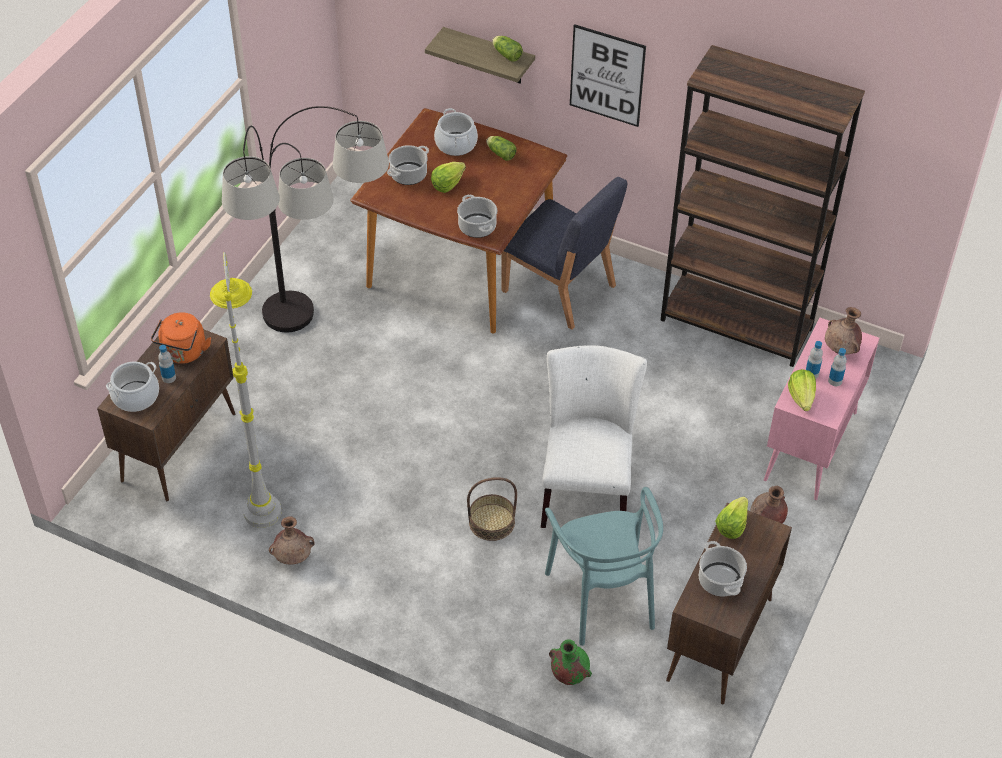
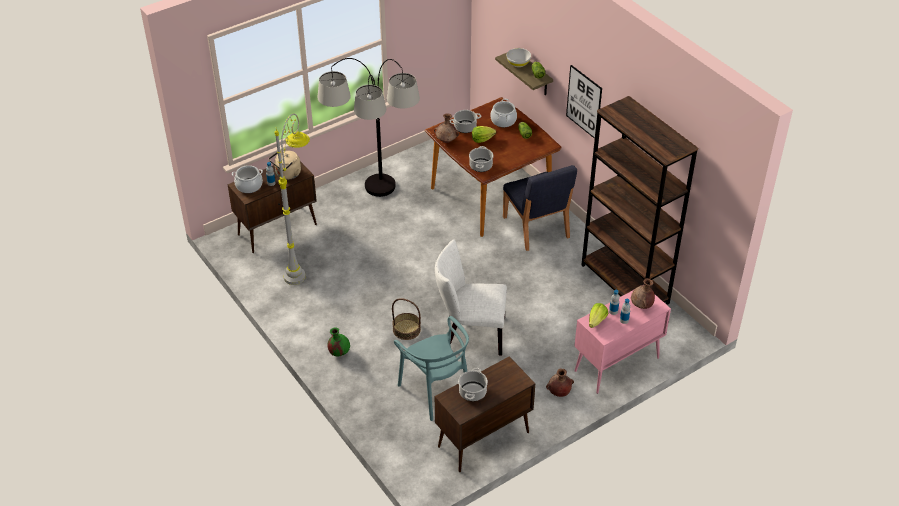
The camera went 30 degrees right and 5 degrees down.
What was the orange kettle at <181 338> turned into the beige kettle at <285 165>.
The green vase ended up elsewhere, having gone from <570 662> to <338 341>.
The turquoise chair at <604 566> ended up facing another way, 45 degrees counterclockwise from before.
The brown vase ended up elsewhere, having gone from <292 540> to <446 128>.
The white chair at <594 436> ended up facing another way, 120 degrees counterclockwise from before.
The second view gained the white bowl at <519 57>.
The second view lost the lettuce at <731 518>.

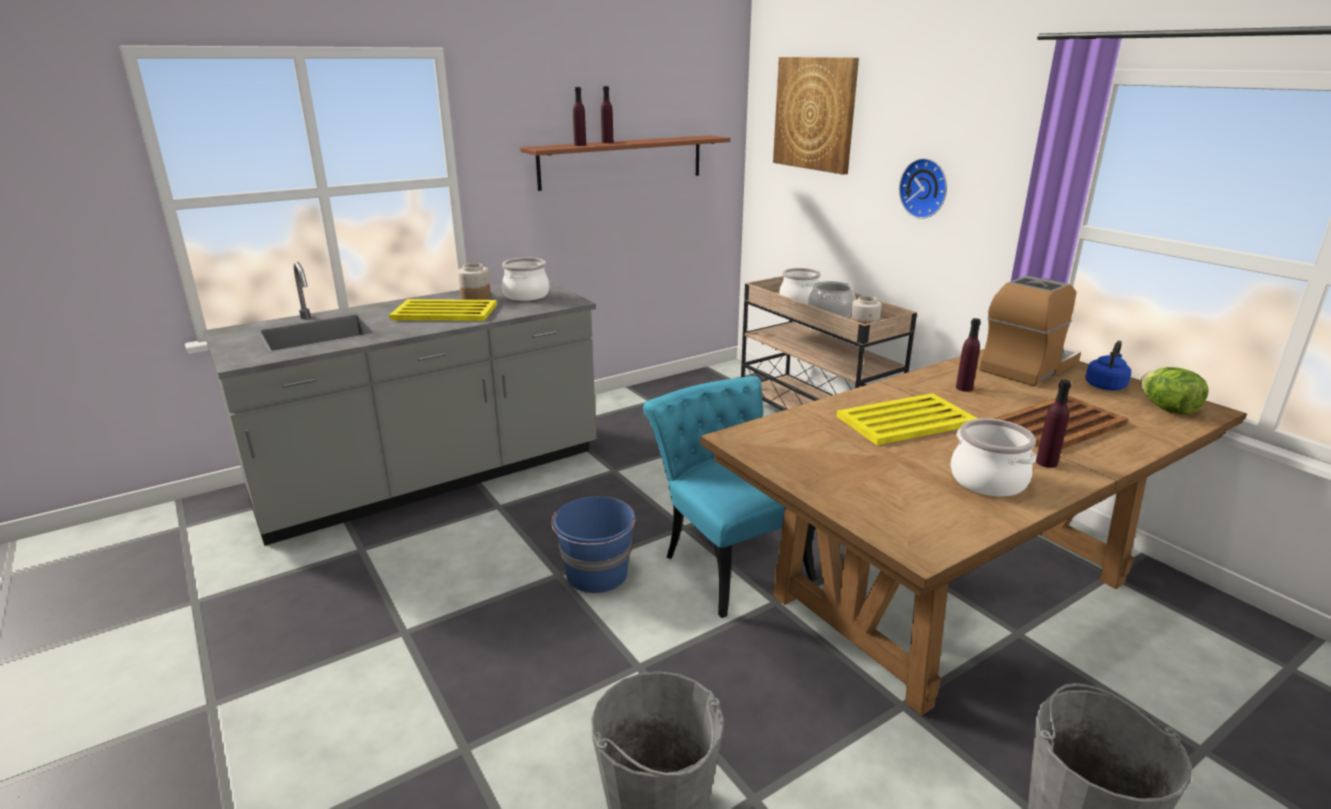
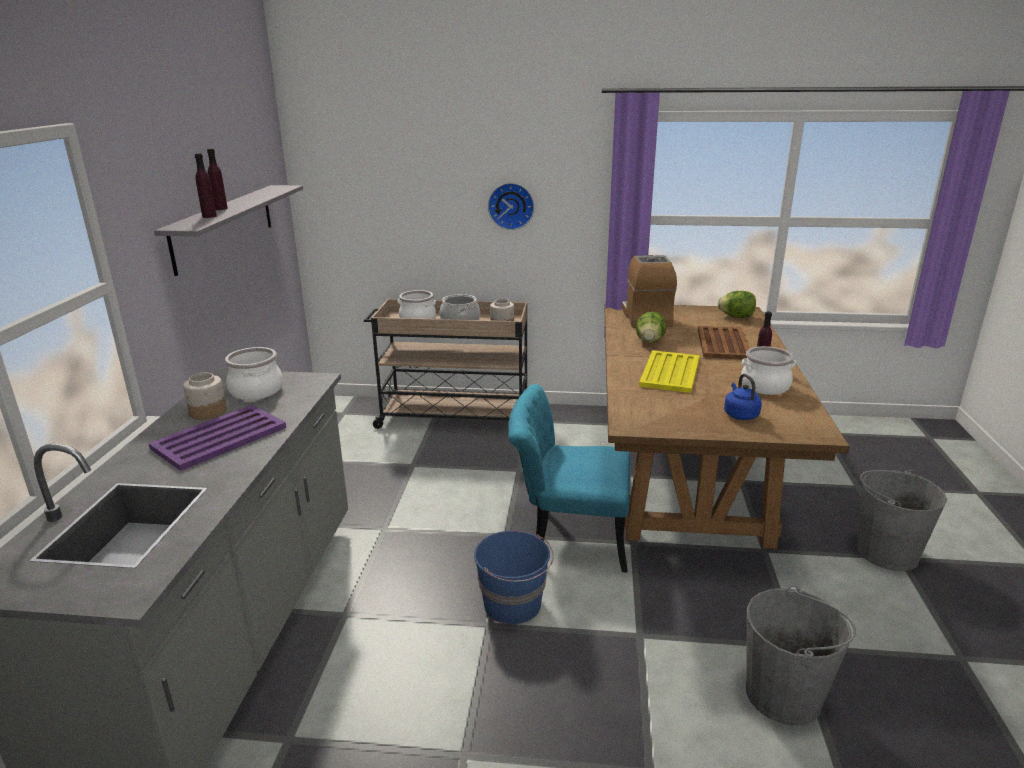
The camera went 50 degrees left and 0 degrees up.
What was the yellow tray at <443 310> turned into the purple tray at <217 438>.
What was the brown shelf at <625 163> turned into the grey shelf at <228 230>.
Where the purple bottle stood at <968 355>, the lettuce came to stand at <651 327>.
The blue kettle ended up elsewhere, having gone from <1108 365> to <743 397>.
The second view lost the picture at <816 116>.

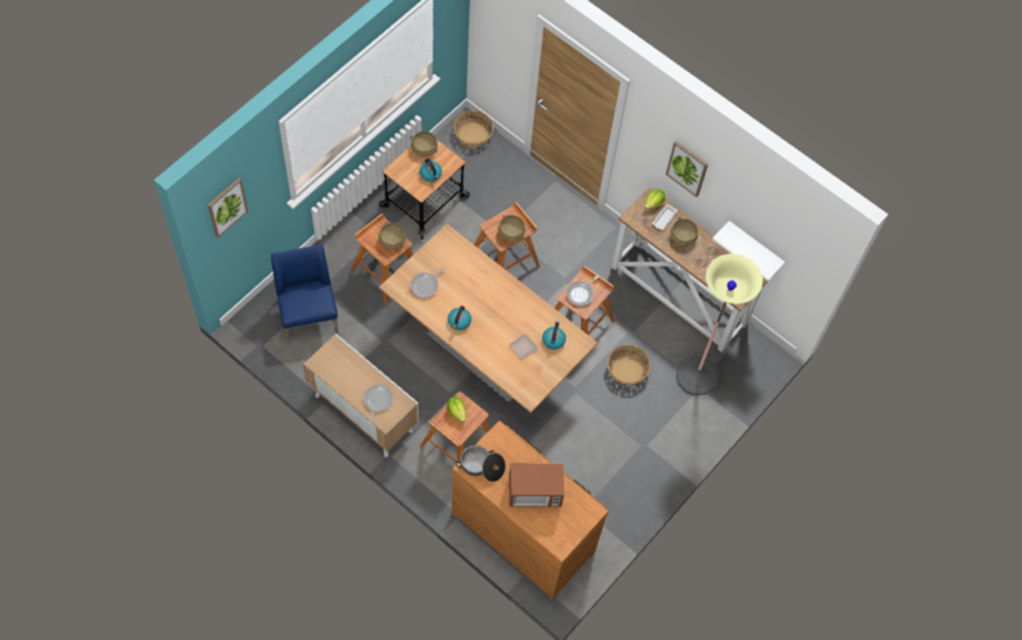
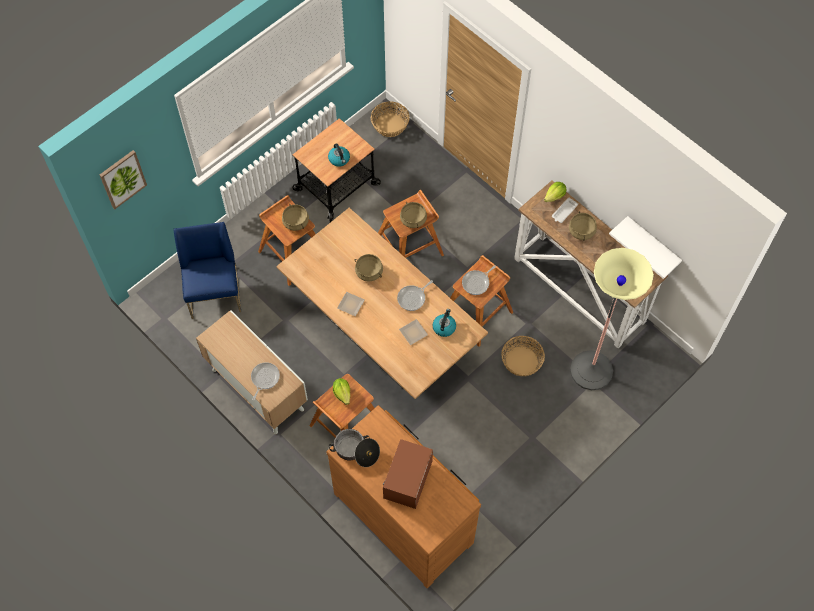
The camera went 10 degrees right and 0 degrees up.
Where the kettle stood at <459 318>, the plate came to stand at <351 304>.
The beige cooking pot ended up elsewhere, having gone from <424 144> to <369 268>.
The microwave at <536 485> ended up facing another way, 105 degrees clockwise from before.
The frying pan ended up elsewhere, having gone from <427 282> to <415 295>.
The second view lost the picture at <687 169>.

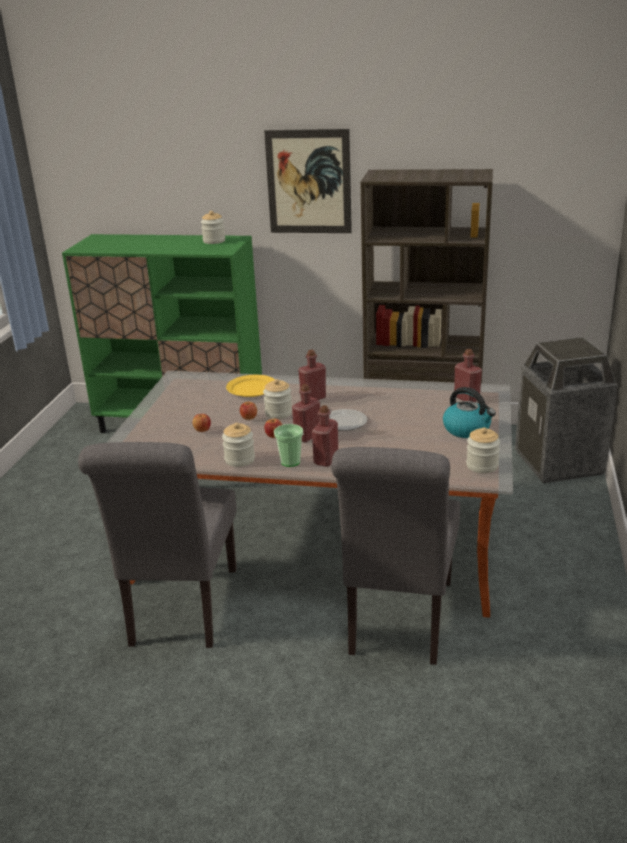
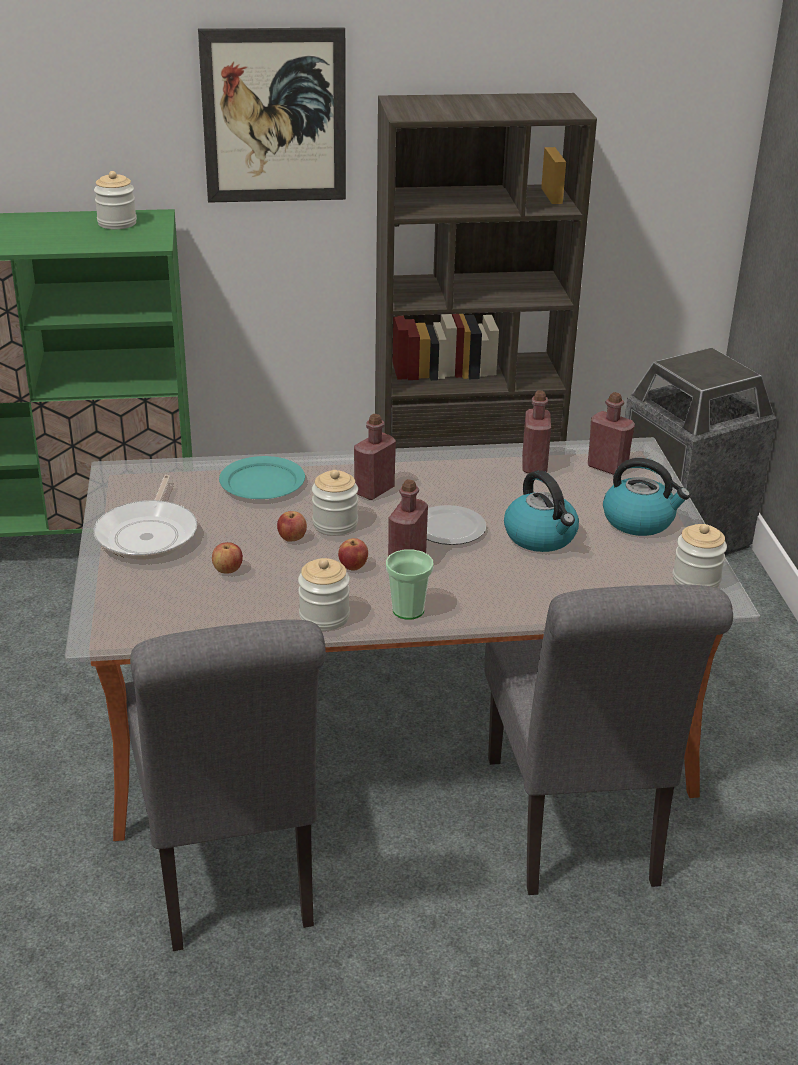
The camera went 20 degrees left and 5 degrees up.
The second view gained the frying pan at <145 517>.
What was the yellow plate at <250 386> turned into the turquoise plate at <262 477>.
The second view gained the kettle at <541 511>.
The red bottle ended up elsewhere, having gone from <325 436> to <536 432>.

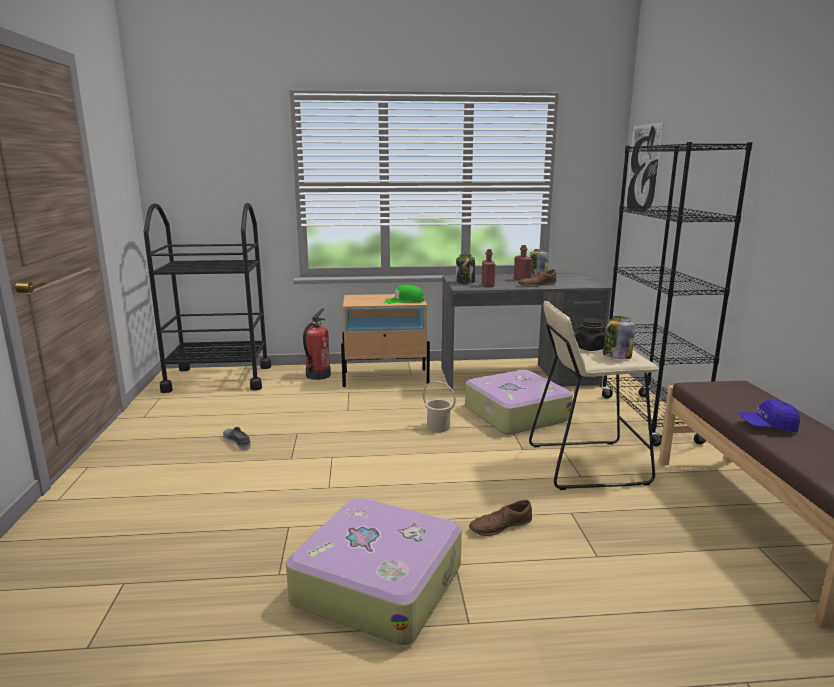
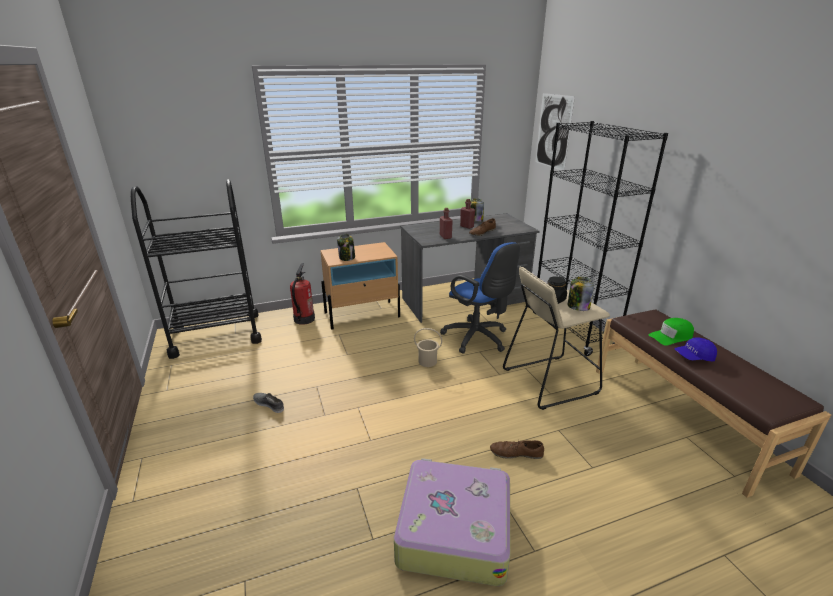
The camera went 15 degrees left and 10 degrees up.
The jar ended up elsewhere, having gone from <465 268> to <346 247>.
Where the suitcase stood at <519 402>, the blue office chair came to stand at <480 298>.
The brown shoe at <500 518> ended up facing another way, 45 degrees clockwise from before.
The green cap ended up elsewhere, having gone from <404 294> to <671 332>.

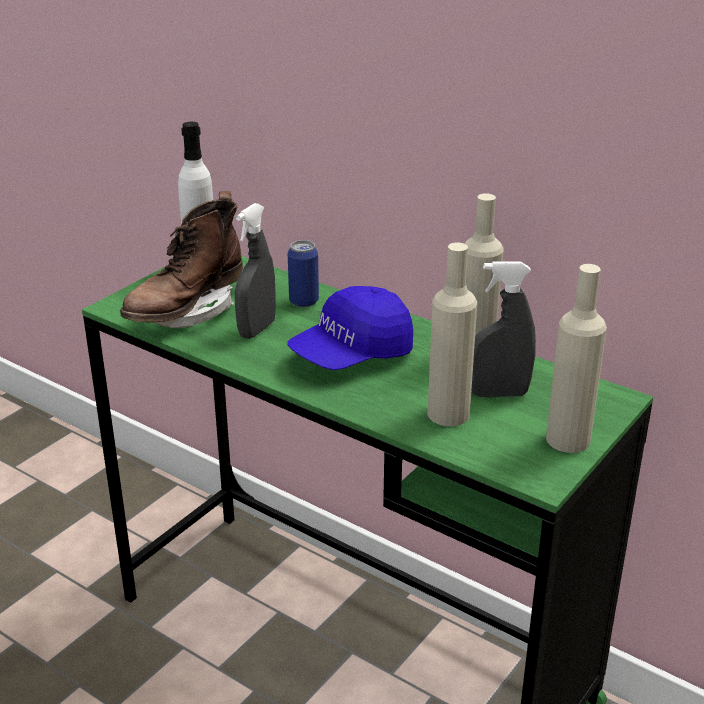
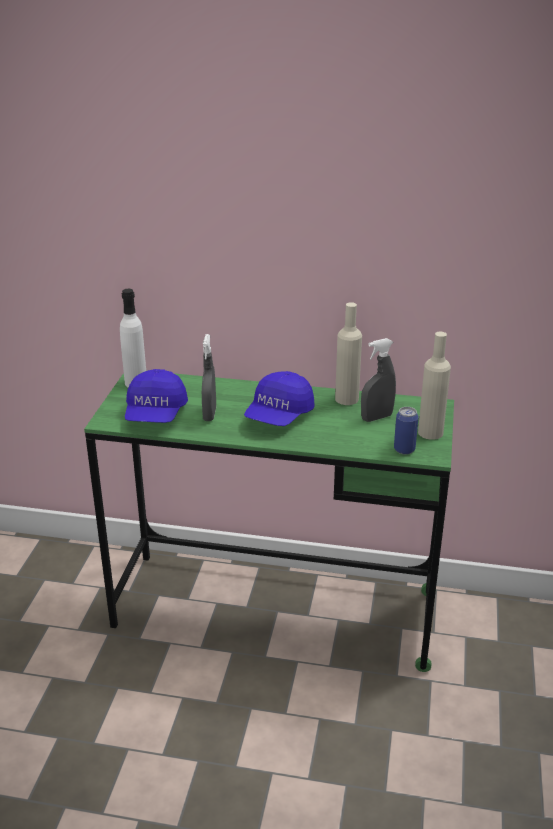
The camera went 25 degrees left and 0 degrees up.
Where the brown boot stood at <181 259>, the blue cap came to stand at <156 396>.
The can ended up elsewhere, having gone from <303 273> to <406 430>.
The second view lost the beige bottle at <452 334>.

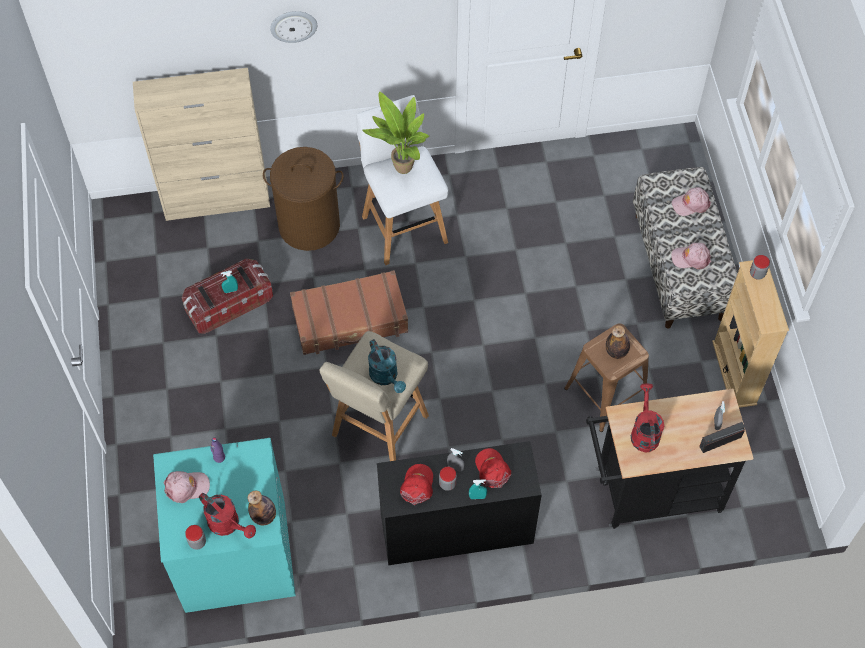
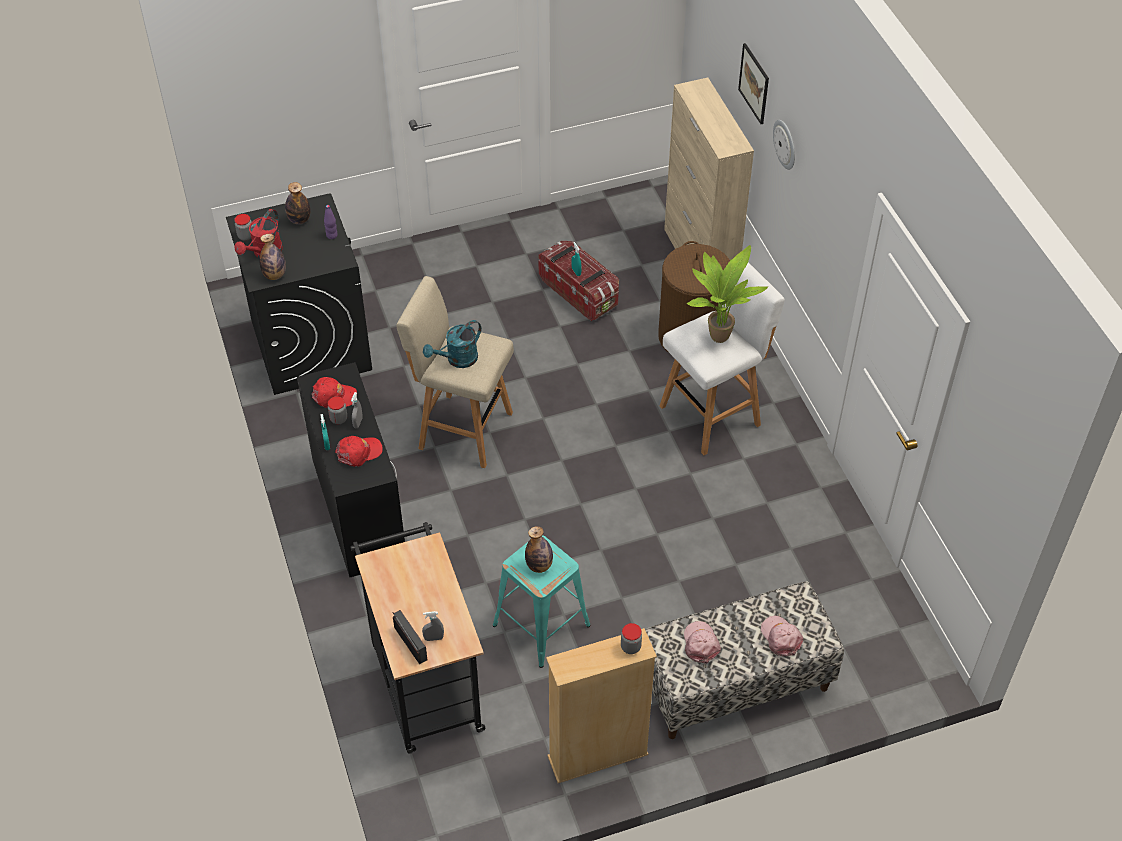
The camera went 80 degrees right and 10 degrees down.
What was the turquoise washing machine at <224 525> turned into the black washing machine at <299 294>.
Where the pink cap stood at <187 487>, the bottle came to stand at <297 203>.
What was the brown stool at <606 377> turned into the turquoise stool at <542 601>.
The second view gained the picture at <753 83>.
The second view lost the brown suitcase at <349 312>.
The second view lost the red watering can at <647 418>.

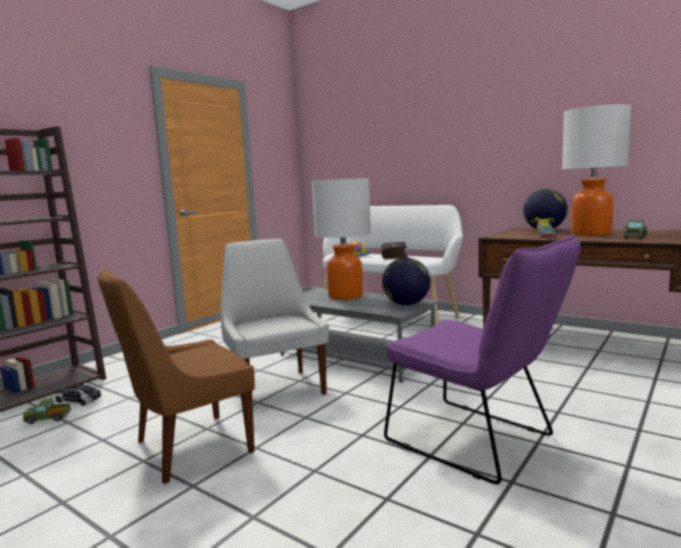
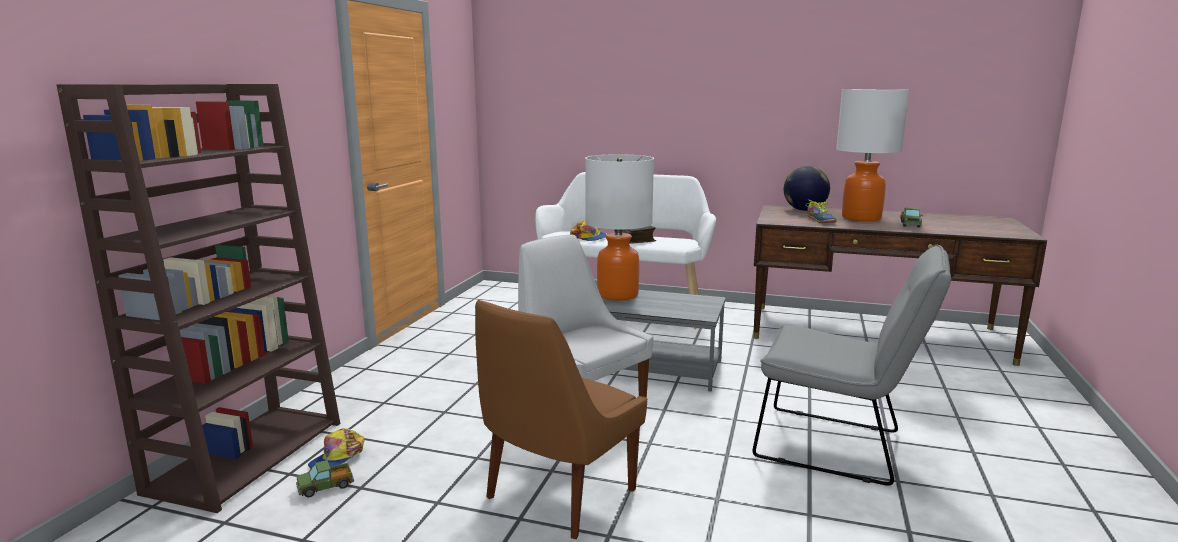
The camera went 20 degrees left and 5 degrees up.
Where the toy car stood at <78 395>, the cap came to stand at <336 448>.
What was the purple chair at <482 359> turned into the grey chair at <852 365>.
The second view lost the globe at <406 281>.

